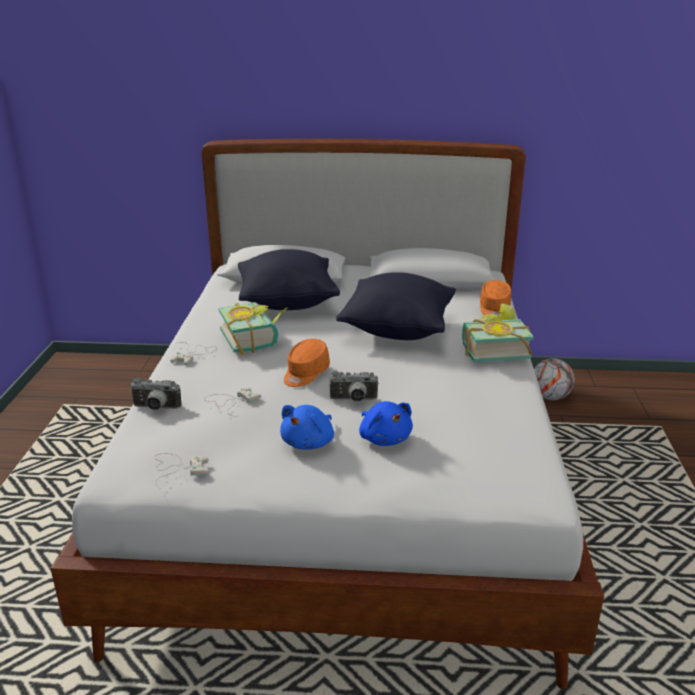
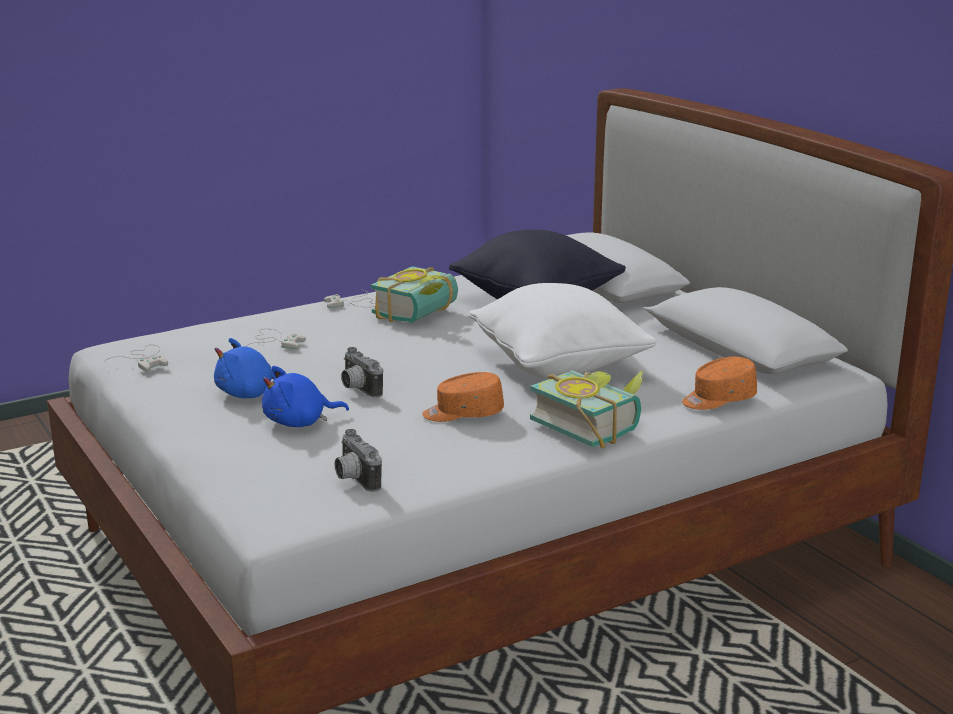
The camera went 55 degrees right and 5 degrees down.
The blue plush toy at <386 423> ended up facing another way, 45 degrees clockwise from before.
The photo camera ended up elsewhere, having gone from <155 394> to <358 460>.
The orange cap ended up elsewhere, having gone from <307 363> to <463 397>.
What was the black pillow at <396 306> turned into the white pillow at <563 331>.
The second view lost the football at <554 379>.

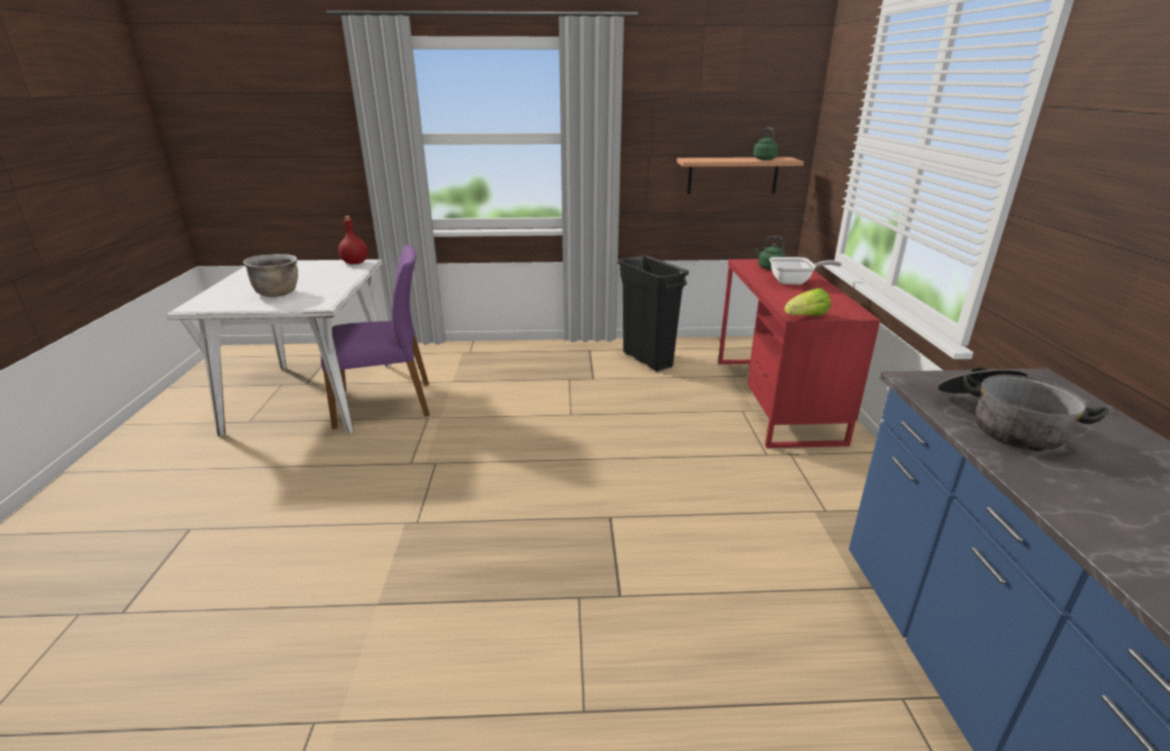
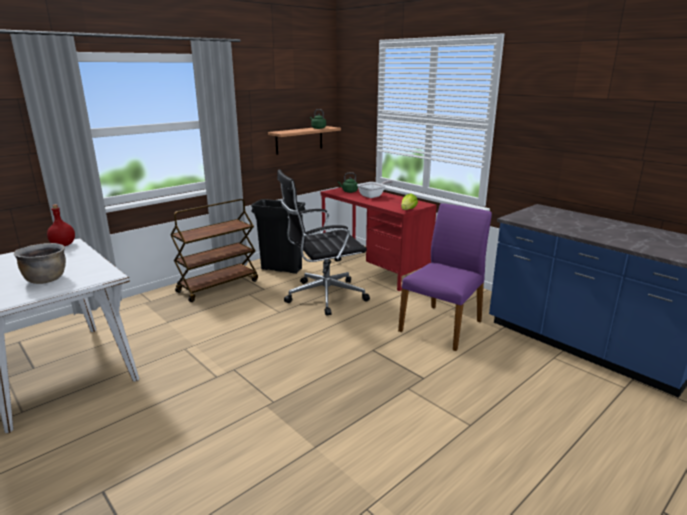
The camera went 40 degrees left and 5 degrees down.
The second view gained the brown cart at <214 250>.
The second view gained the black office chair at <323 242>.
The purple chair ended up elsewhere, having gone from <375 337> to <445 277>.
The second view lost the cooking pot at <1023 409>.

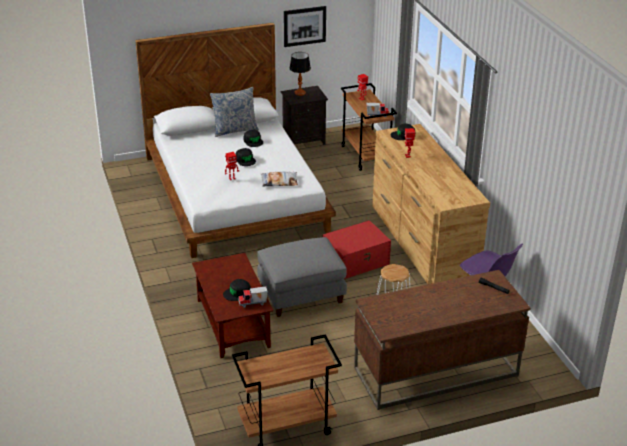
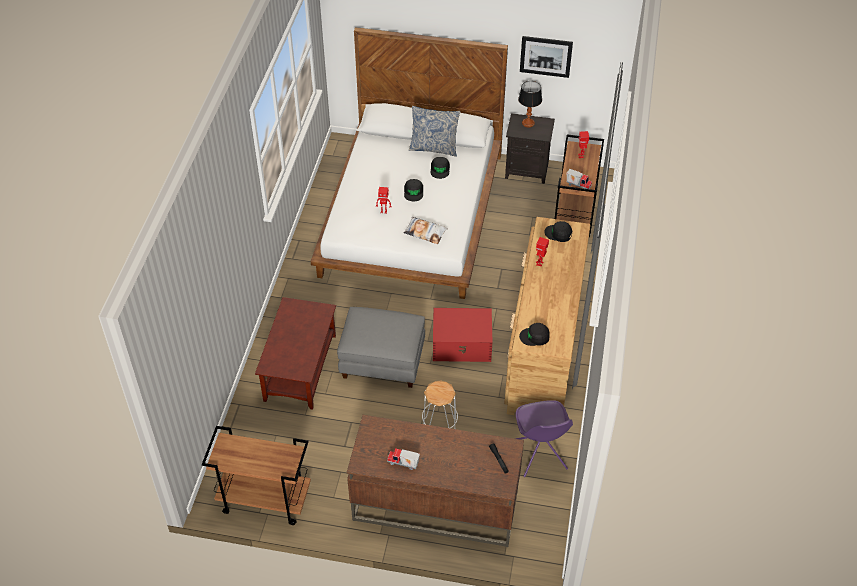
The camera went 30 degrees right and 15 degrees up.
The toy truck ended up elsewhere, having gone from <253 297> to <403 459>.
The black cap ended up elsewhere, having gone from <237 290> to <534 334>.

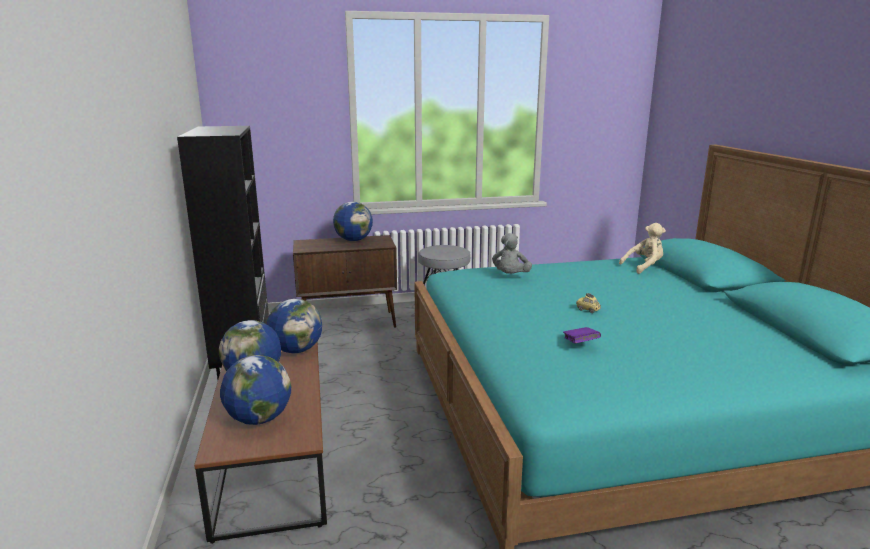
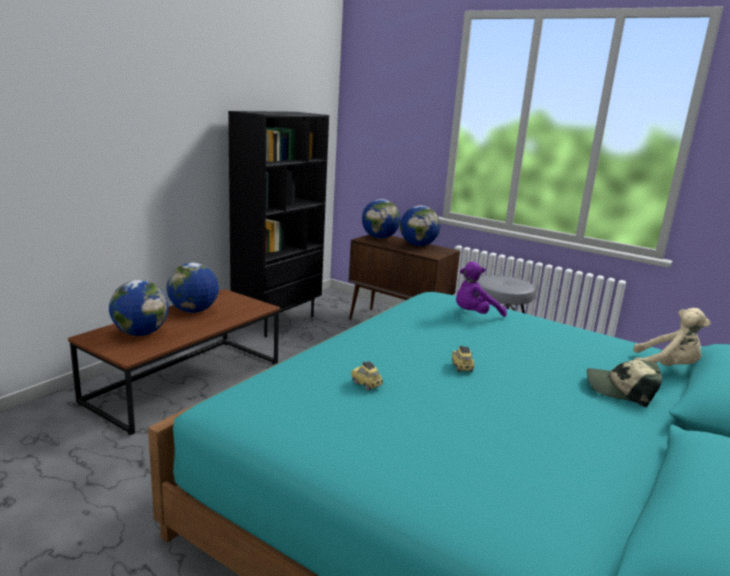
The camera went 45 degrees right and 0 degrees up.
Where the purple book stood at <582 335>, the toy car came to stand at <367 375>.
The globe ended up elsewhere, having gone from <294 326> to <381 219>.
What was the grey plush toy at <512 253> turned into the purple plush toy at <481 289>.
The second view gained the cap at <624 383>.

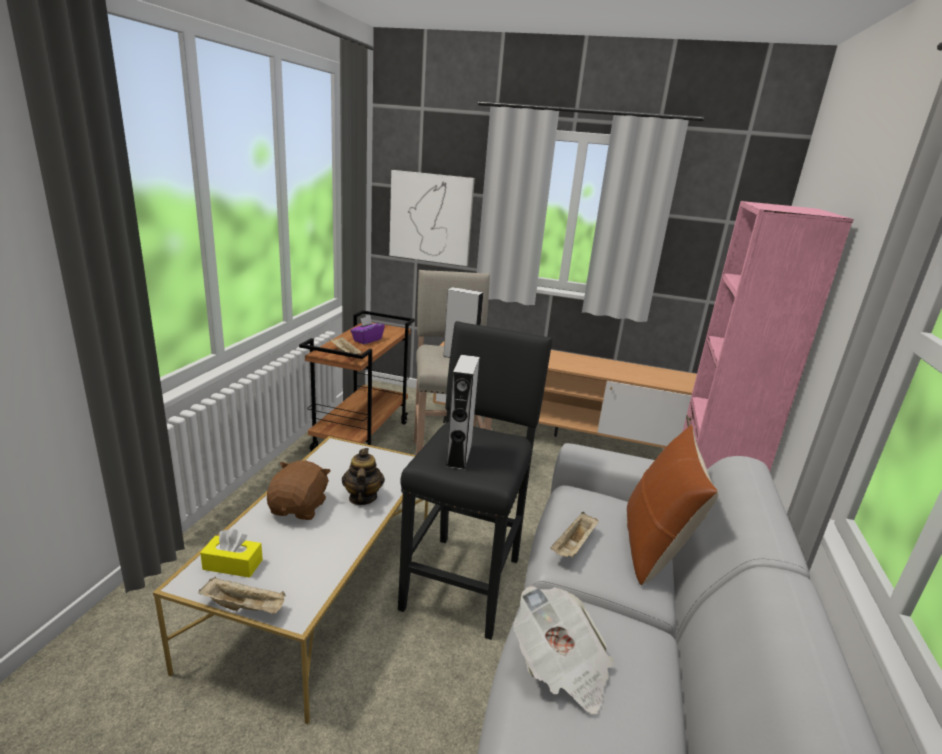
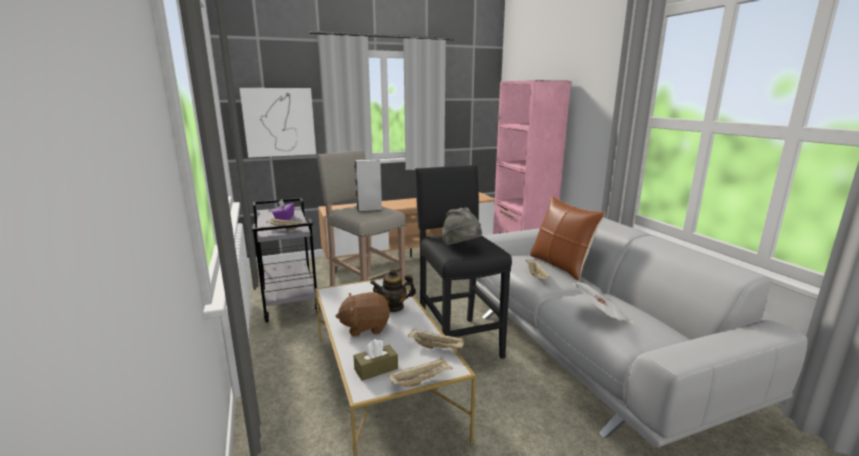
The camera went 35 degrees left and 5 degrees down.
What was the brown cart at <357 380> turned into the grey cart at <286 260>.
The brown plush toy at <299 490> ended up facing another way, 75 degrees counterclockwise from before.
What was the yellow tissue box at <231 553> turned into the brown tissue box at <376 360>.
The teapot at <363 476> ended up facing another way, 60 degrees counterclockwise from before.
The second view gained the beige tray at <436 339>.
Where the grey speaker stood at <462 412>, the grey hat came to stand at <462 226>.

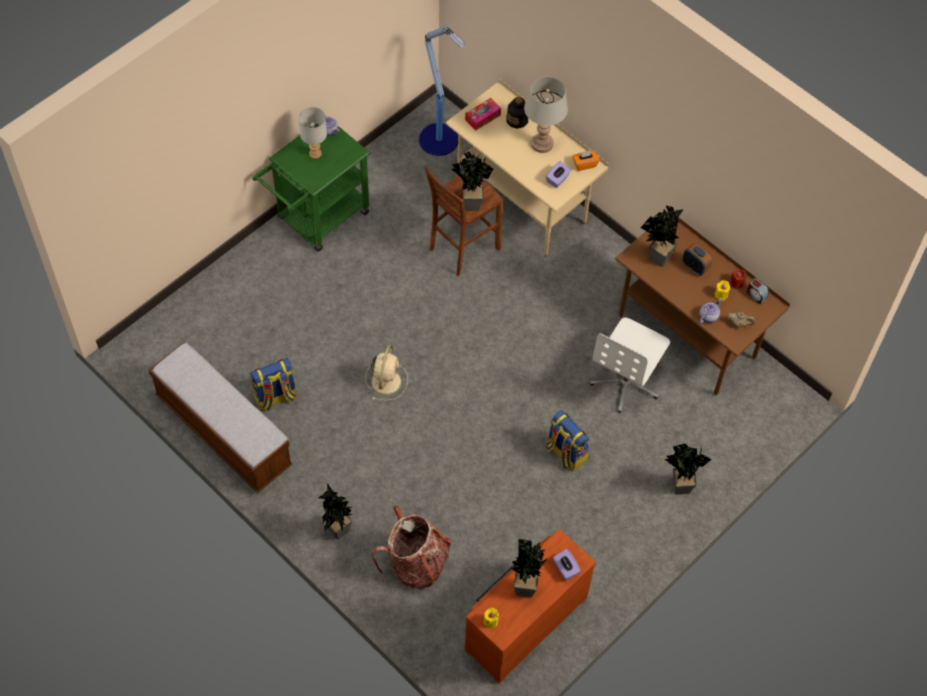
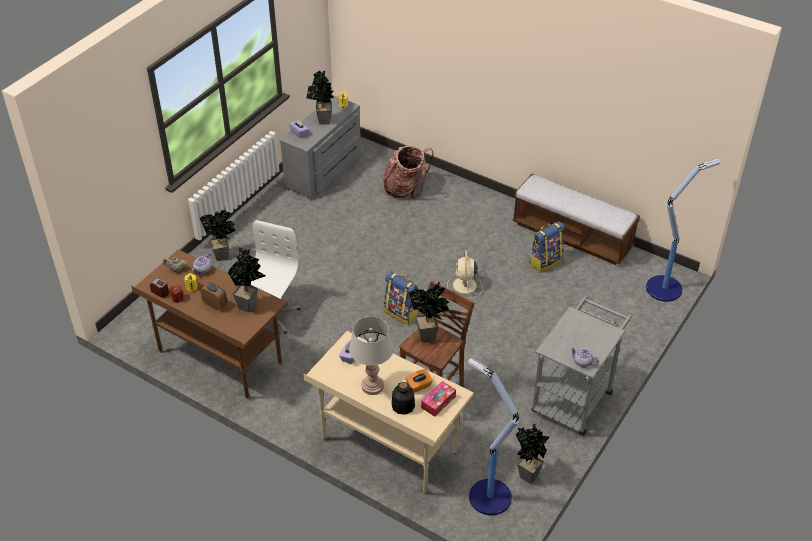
The camera went 170 degrees right and 15 degrees down.
What was the brown dresser at <530 606> turned into the grey dresser at <320 148>.
The backpack ended up elsewhere, having gone from <567 441> to <401 298>.
The orange tissue box ended up elsewhere, having gone from <585 160> to <419 381>.
The potted plant ended up elsewhere, having gone from <335 511> to <533 454>.
What was the green cart at <311 183> turned into the grey cart at <581 366>.
The second view gained the floor lamp at <683 230>.
The second view lost the grey table lamp at <313 133>.

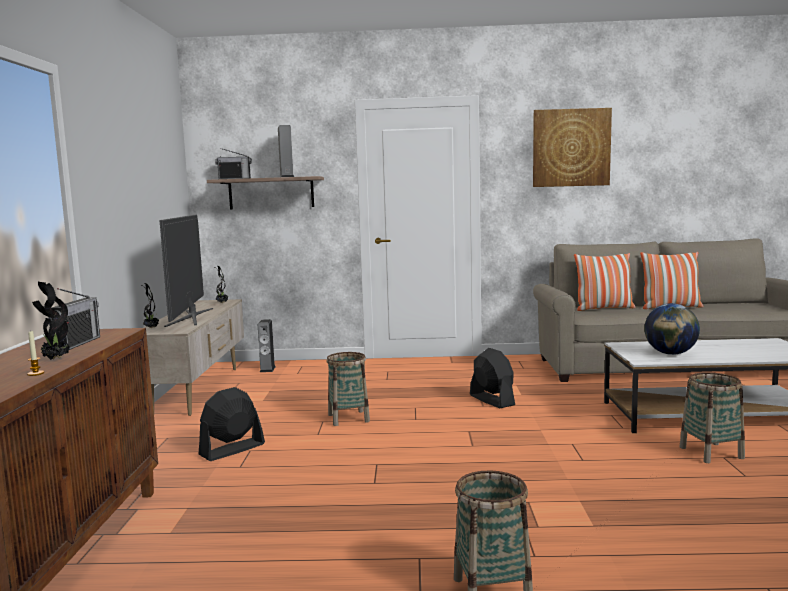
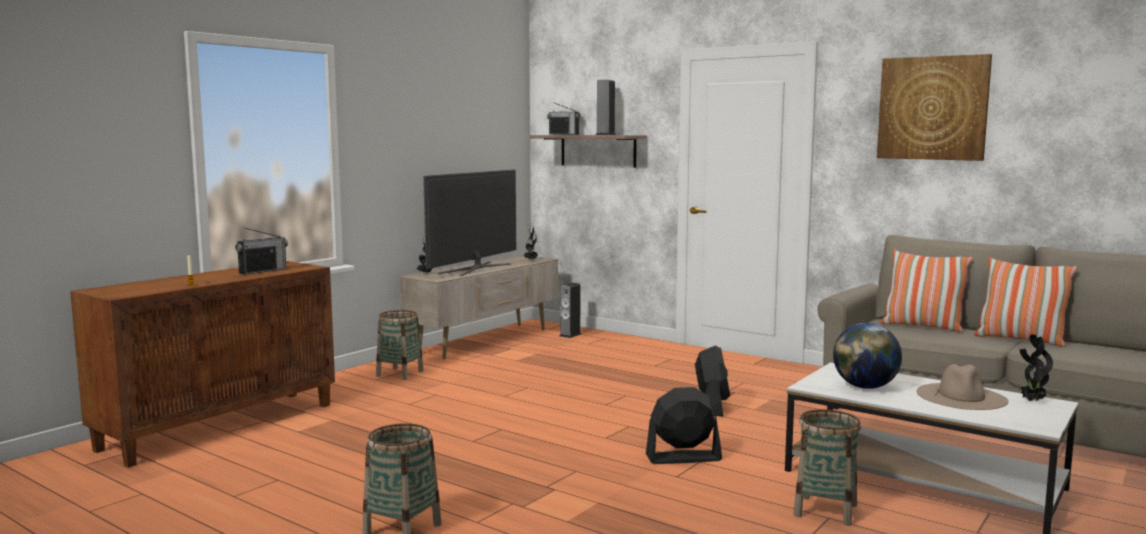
The camera went 35 degrees right and 0 degrees up.
The basket ended up elsewhere, having gone from <348 389> to <400 345>.
The black fan ended up elsewhere, having gone from <231 424> to <684 425>.
The second view gained the beige hat at <962 387>.
The potted plant ended up elsewhere, having gone from <51 321> to <1036 367>.

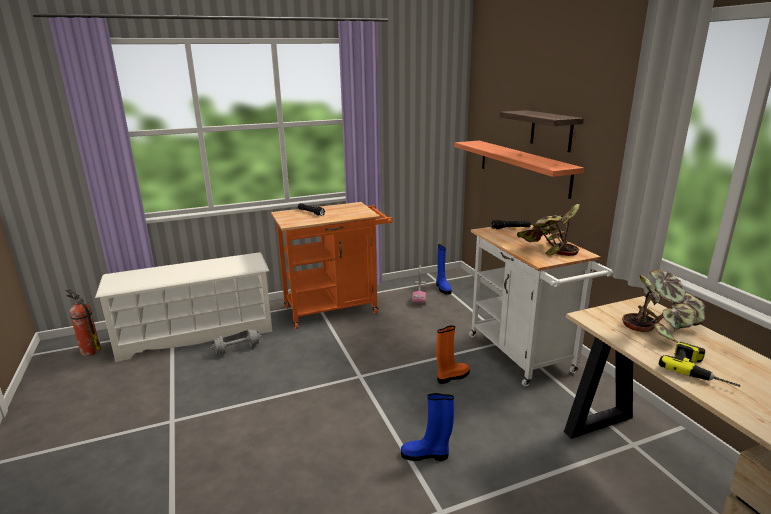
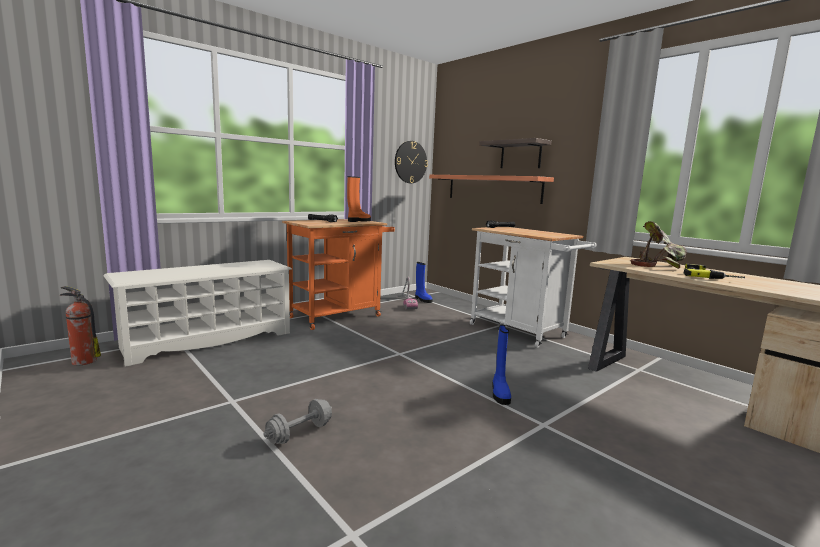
The camera went 20 degrees left and 10 degrees down.
The grey dumbbell ended up elsewhere, having gone from <235 342> to <298 421>.
The orange boot ended up elsewhere, having gone from <453 354> to <359 199>.
The second view gained the wall clock at <411 162>.
The blue boot at <427 427> ended up facing another way, 75 degrees counterclockwise from before.
The second view lost the potted plant at <548 230>.

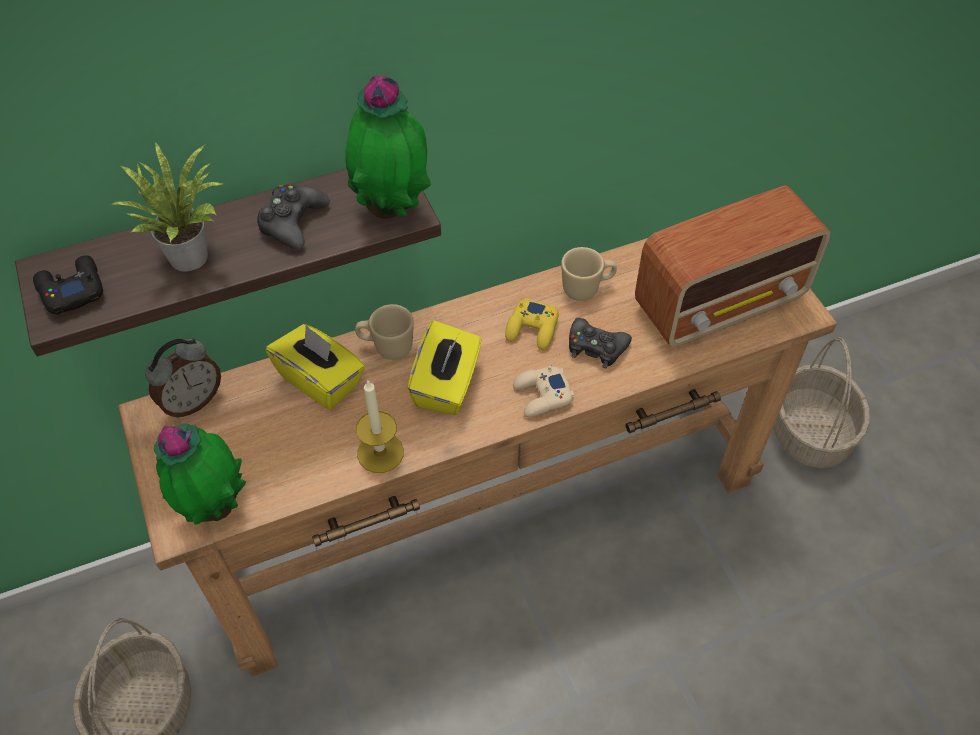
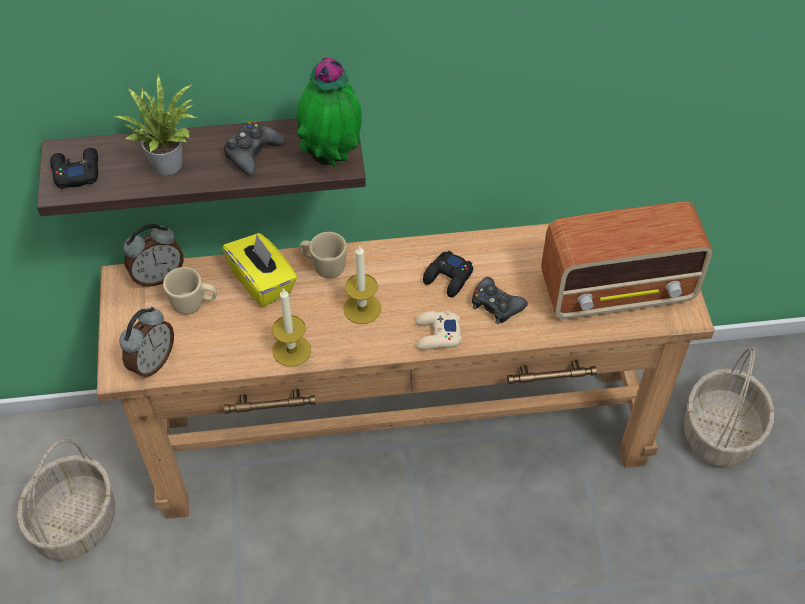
The camera went 15 degrees right and 0 degrees up.
Where the potted plant stood at <200 474>, the alarm clock came to stand at <146 342>.
The beige mug ended up elsewhere, having gone from <589 274> to <190 291>.
Where the yellow tissue box stood at <444 367>, the candle came to stand at <362 284>.
What was the yellow game controller at <532 324> turned into the black game controller at <448 274>.

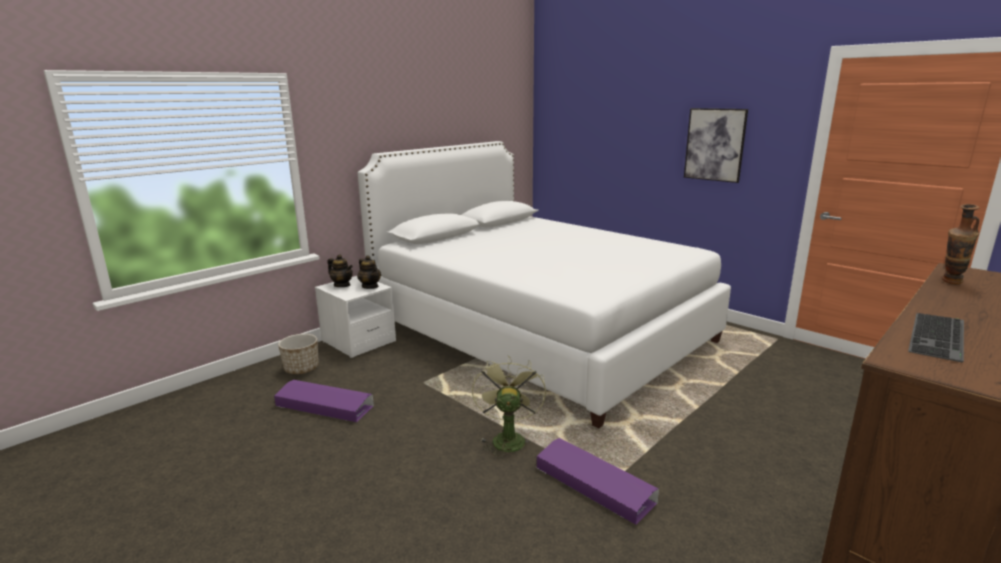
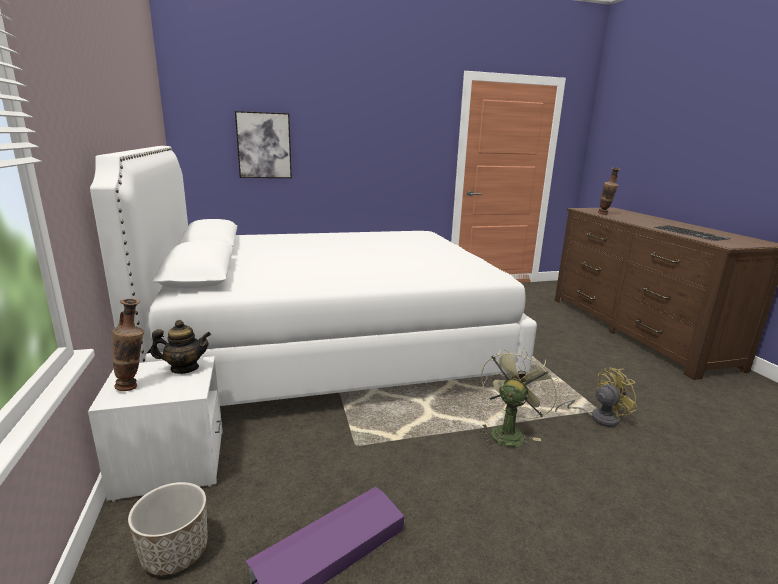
The camera went 60 degrees left and 0 degrees up.
Where the teapot stood at <340 270>, the vase came to stand at <128 345>.
The picture ended up elsewhere, having gone from <716 145> to <263 144>.
The green fan at <509 407> ended up facing another way, 90 degrees clockwise from before.
Where the purple storage box stood at <598 481>, the yellow fan came to stand at <596 397>.

